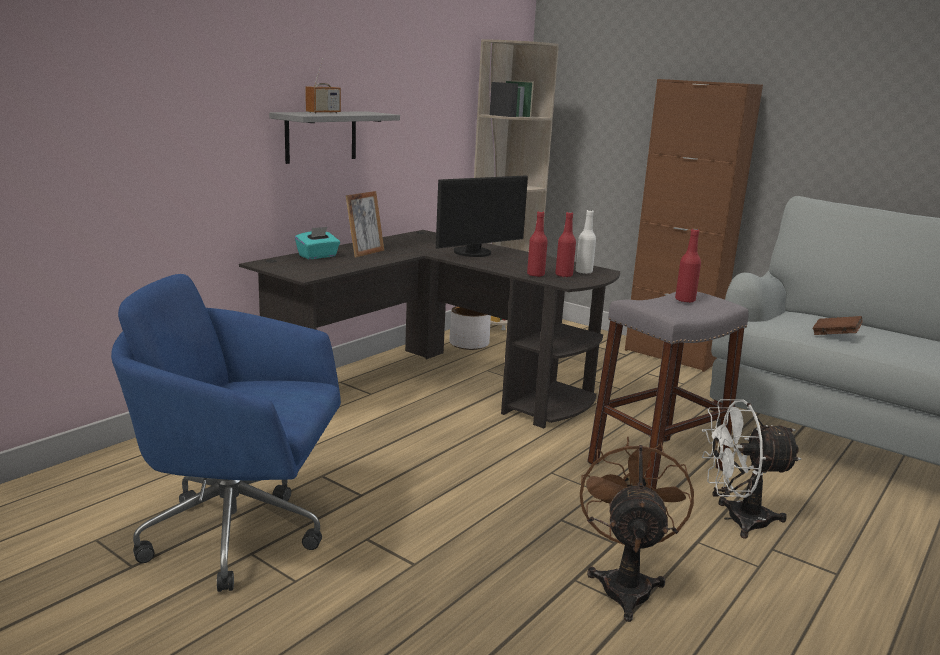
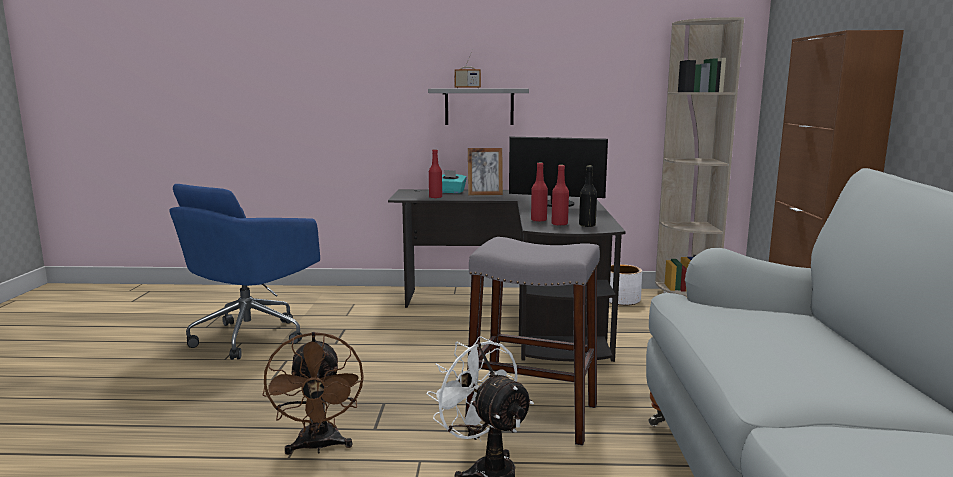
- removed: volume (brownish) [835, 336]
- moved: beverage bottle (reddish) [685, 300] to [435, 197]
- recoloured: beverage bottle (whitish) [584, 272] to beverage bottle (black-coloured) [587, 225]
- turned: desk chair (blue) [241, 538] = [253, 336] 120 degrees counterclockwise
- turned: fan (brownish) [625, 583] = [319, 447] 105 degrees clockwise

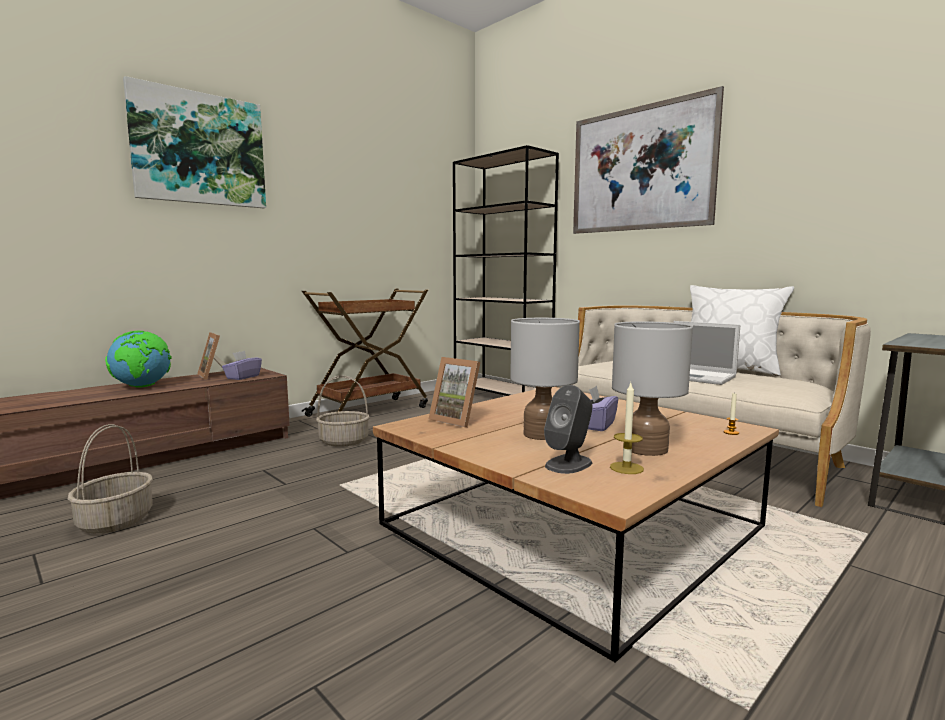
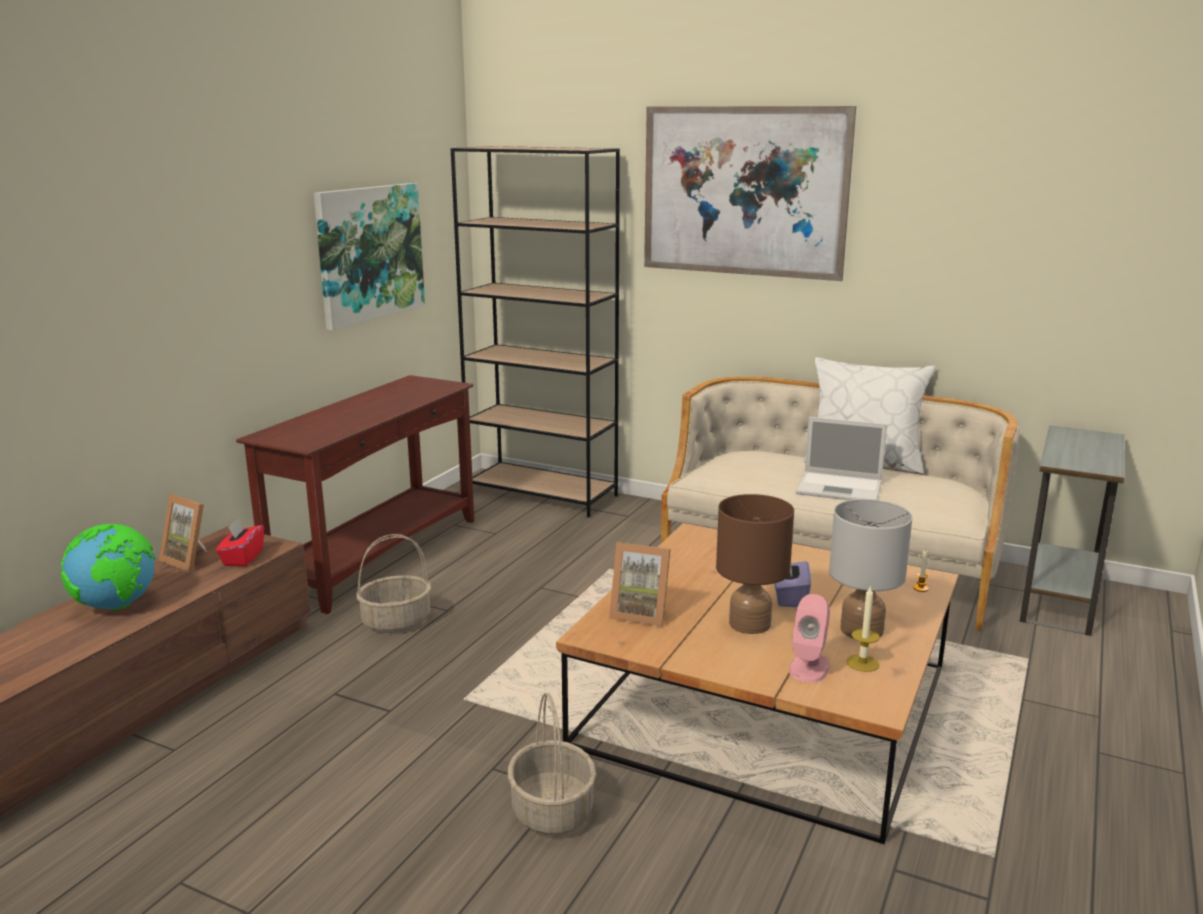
- moved: storage basket [115, 521] to [551, 811]
- moved: wall picture [199, 149] to [369, 253]
- replaced: wheeled cart (brownish) [369, 411] to hall table (brownish) [377, 555]
- recoloured: box of tissues (purple) [242, 377] to box of tissues (reddish) [242, 558]
- recoloured: table lamp (gray) [541, 434] to table lamp (brownish) [749, 624]
- recoloured: audio speaker (gray) [569, 464] to audio speaker (pink) [809, 667]

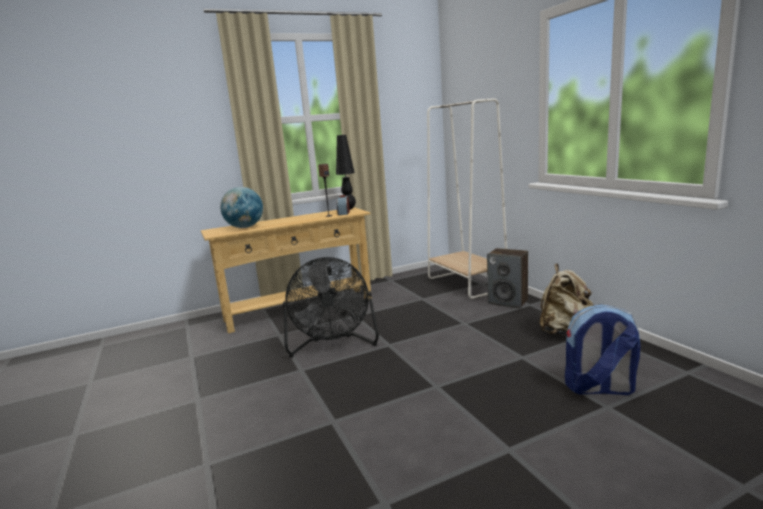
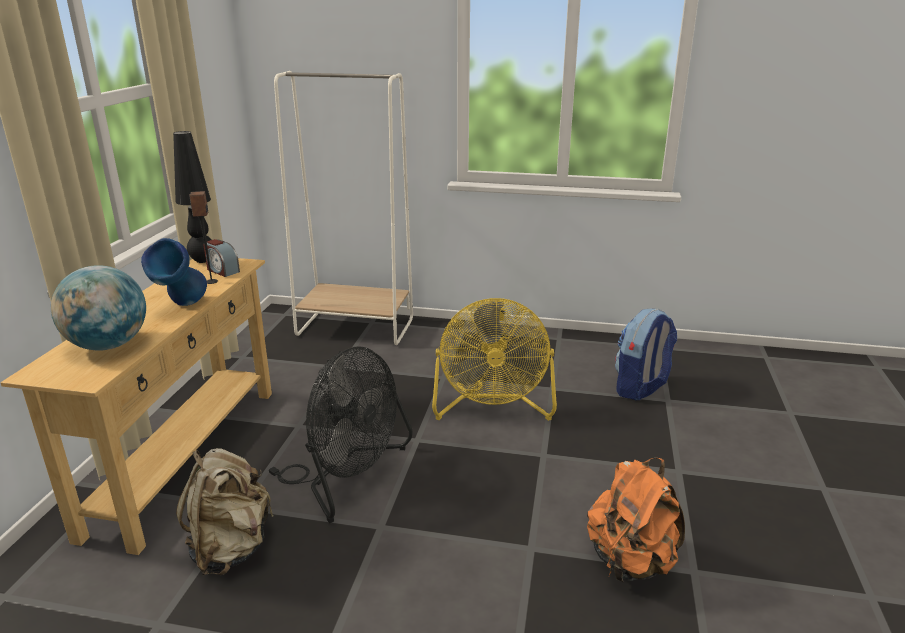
- removed: audio speaker [508, 302]
- added: vase (blue) [182, 307]
- added: fan (yellow) [488, 406]
- added: backpack (orange) [630, 562]
- moved: backpack (sand-coloured) [563, 331] to [231, 548]

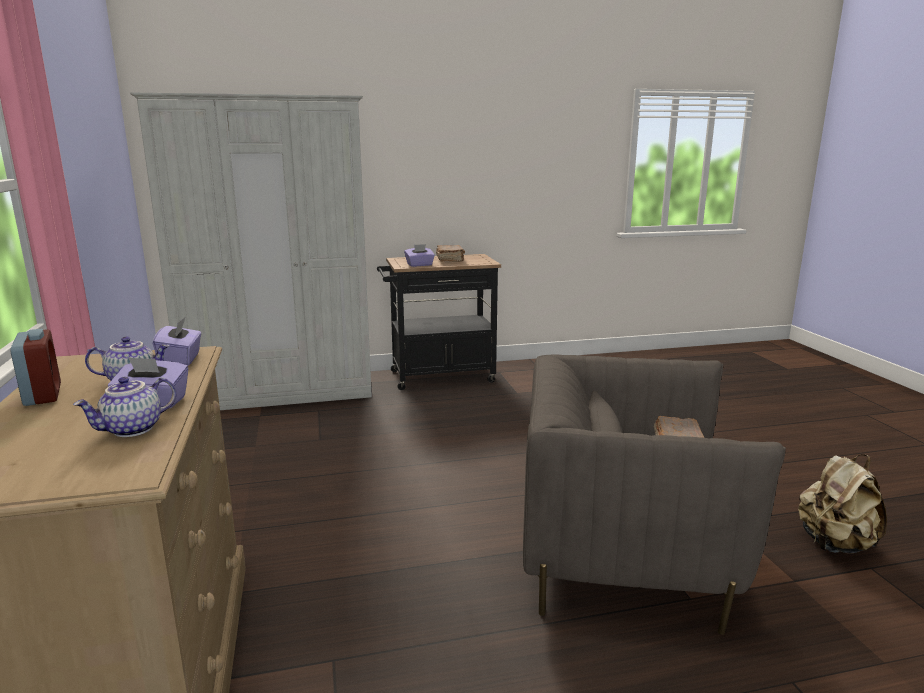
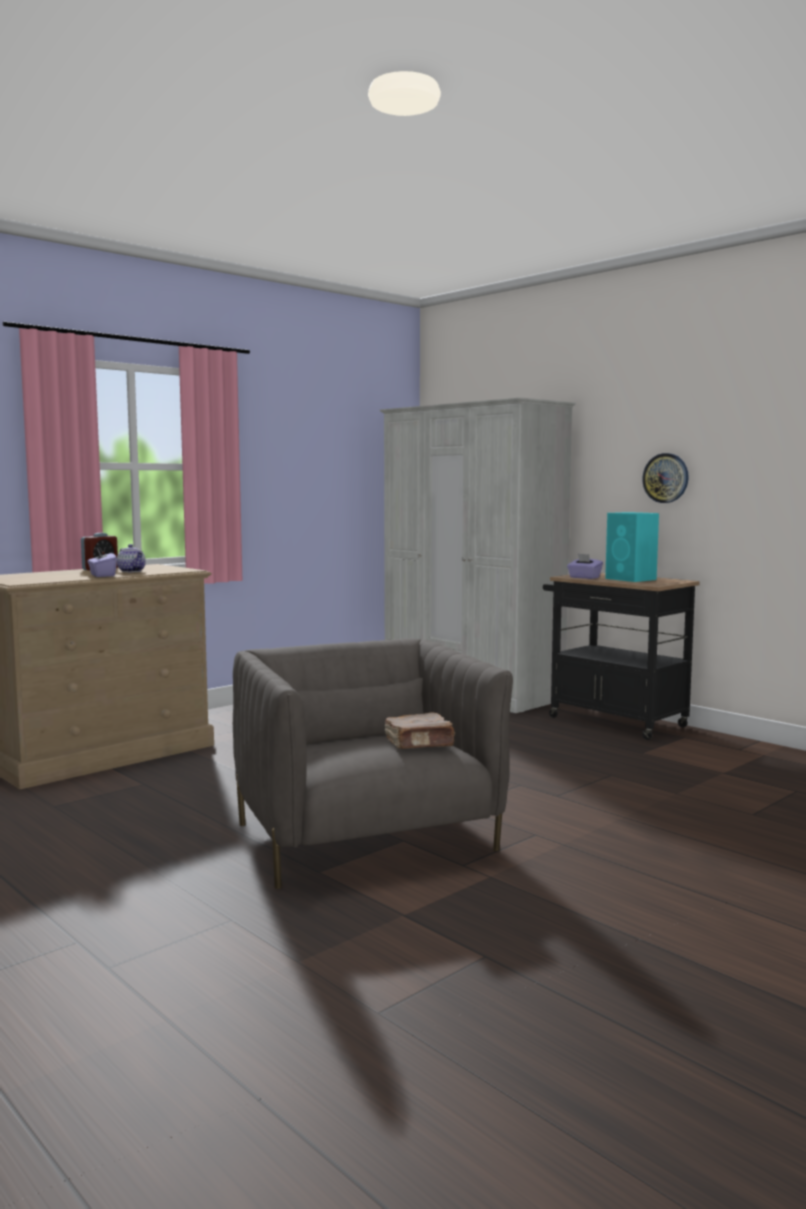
- removed: teapot [132, 430]
- removed: box of tissues (purple) [181, 360]
- removed: backpack (sand-coloured) [834, 544]
- added: wall clock [666, 478]
- replaced: volume (brownish) [450, 260] to audio speaker (turquoise-coloured) [631, 579]

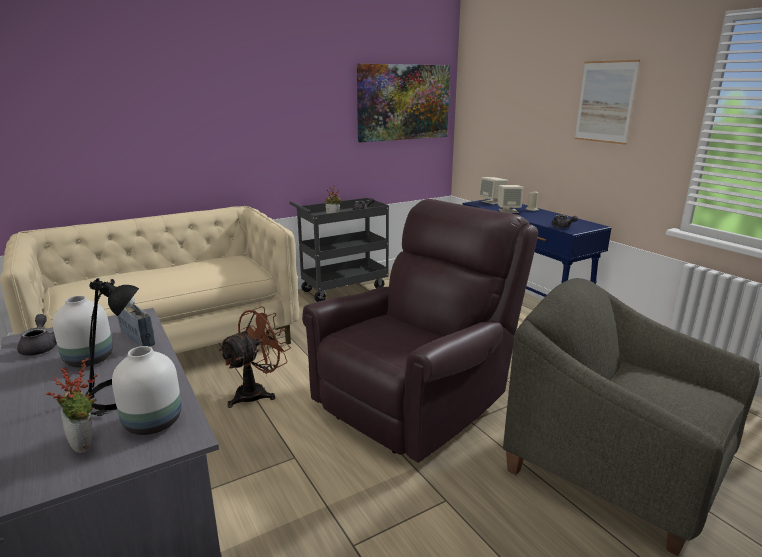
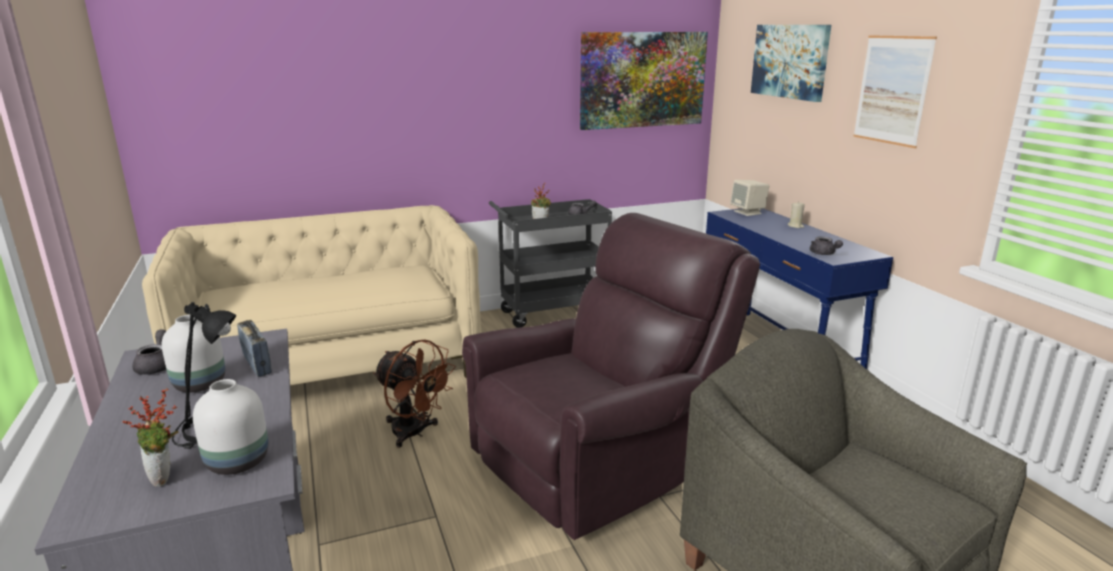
- removed: audio speaker (sand-coloured) [508, 211]
- added: wall picture [790, 61]
- turned: fan (brownish) [257, 392] = [415, 433] 75 degrees clockwise

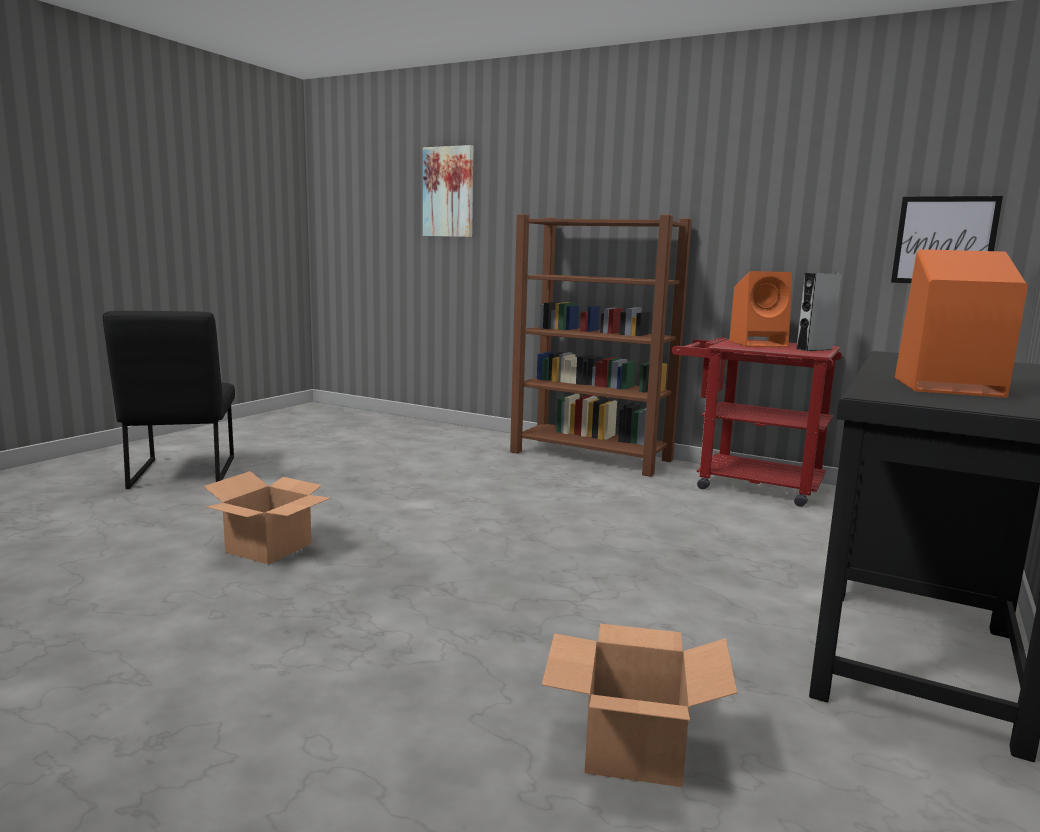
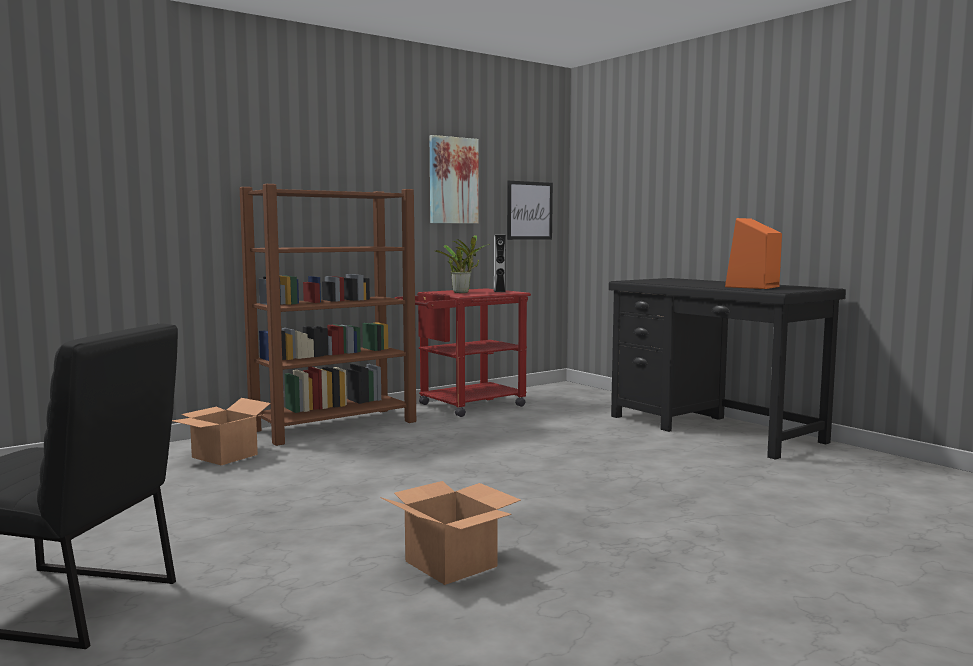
- moved: wall picture [448, 192] to [453, 180]
- moved: carton [634, 748] to [225, 456]
- replaced: audio speaker (orange) [759, 344] to potted plant [462, 292]

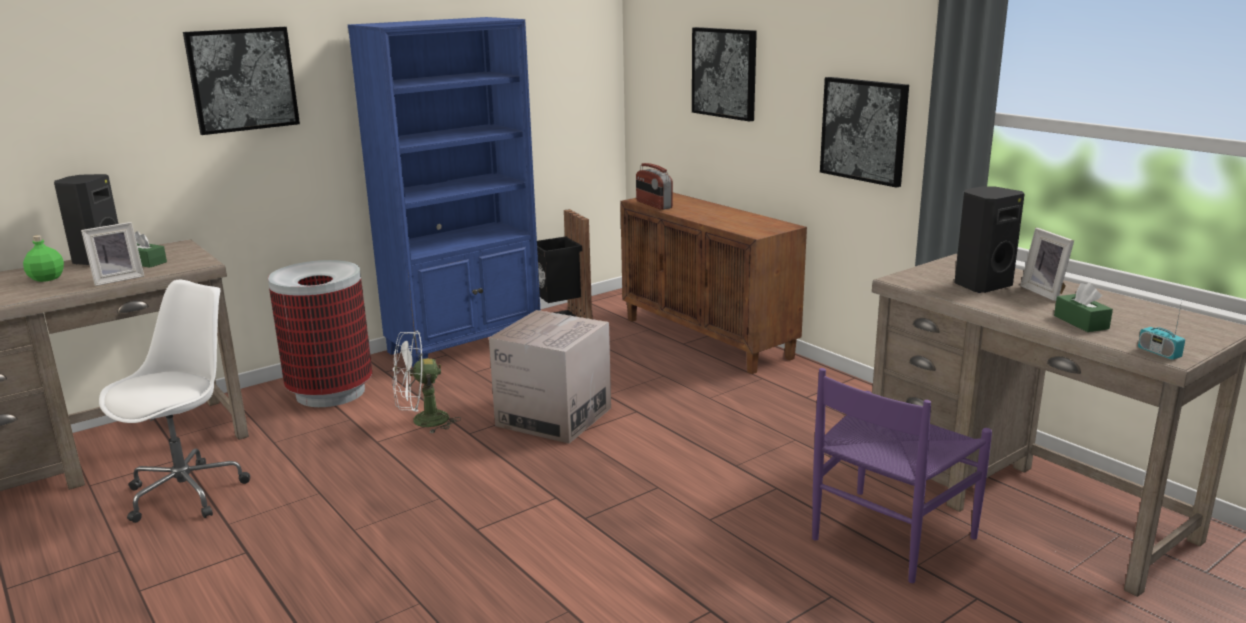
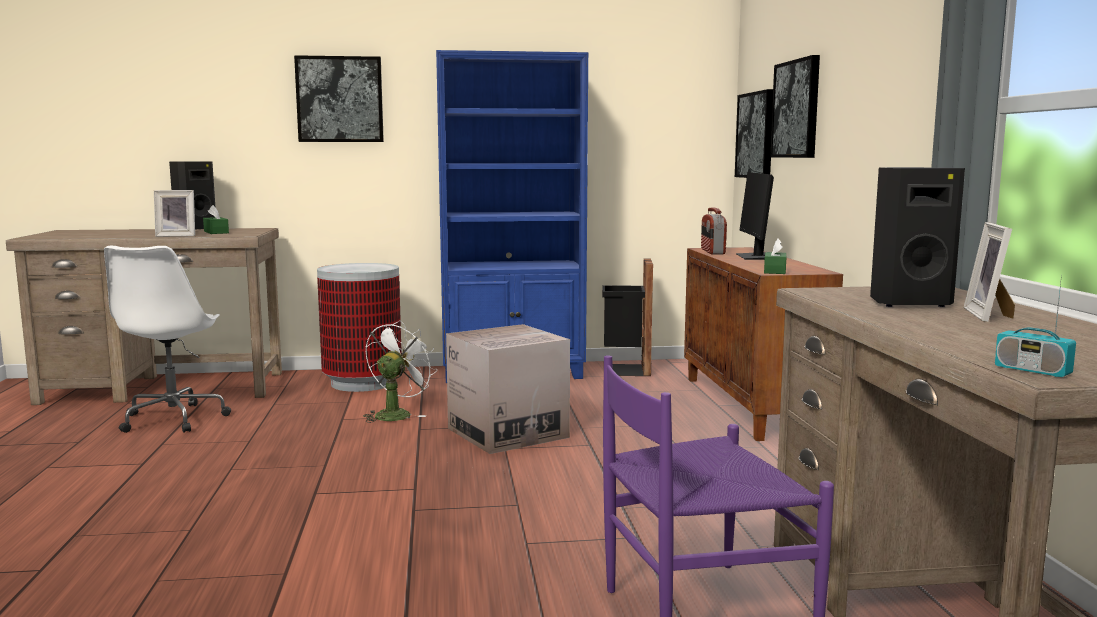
- removed: beverage bottle (greenish) [47, 278]
- added: computer screen [757, 257]
- moved: wall picture [864, 130] to [756, 135]
- moved: box of tissues (greenish) [1081, 322] to [774, 271]
- turned: desk chair (whitish) [188, 493] = [172, 420] 120 degrees clockwise
- turned: fan (whitish) [422, 422] = [396, 414] 105 degrees clockwise
- turned: radio [1159, 353] = [1032, 371] 45 degrees counterclockwise

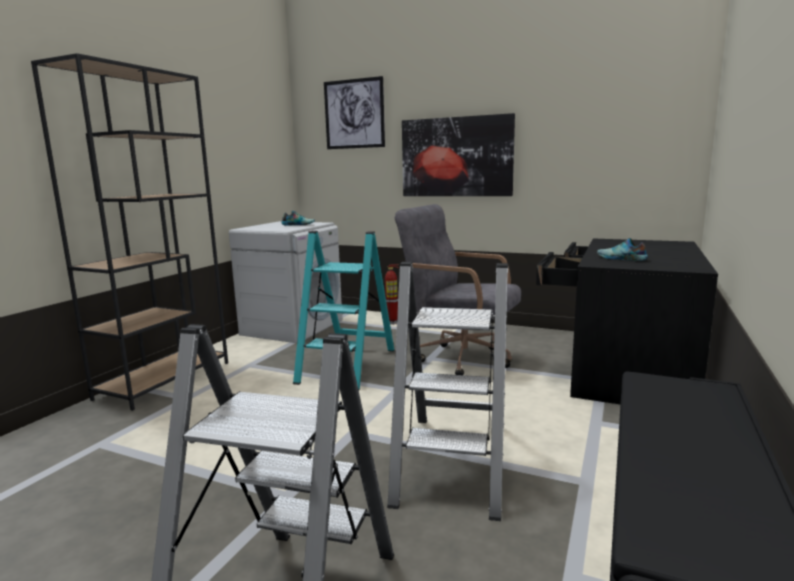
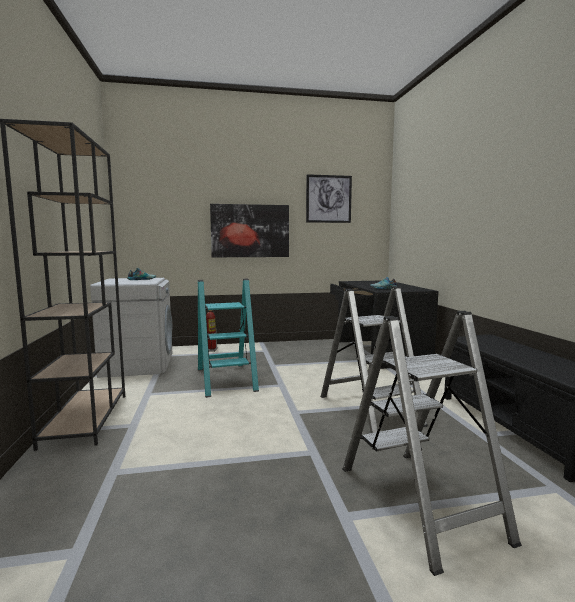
- removed: desk chair (gray) [459, 359]
- moved: wall picture [354, 114] to [328, 199]

